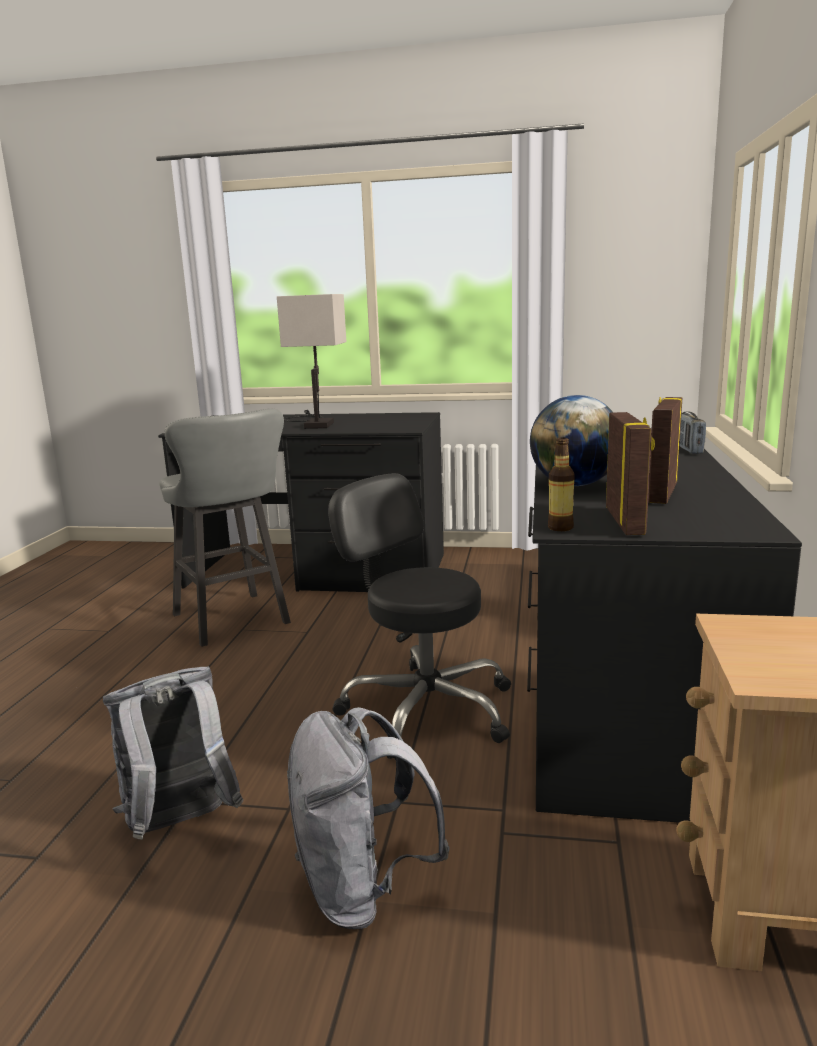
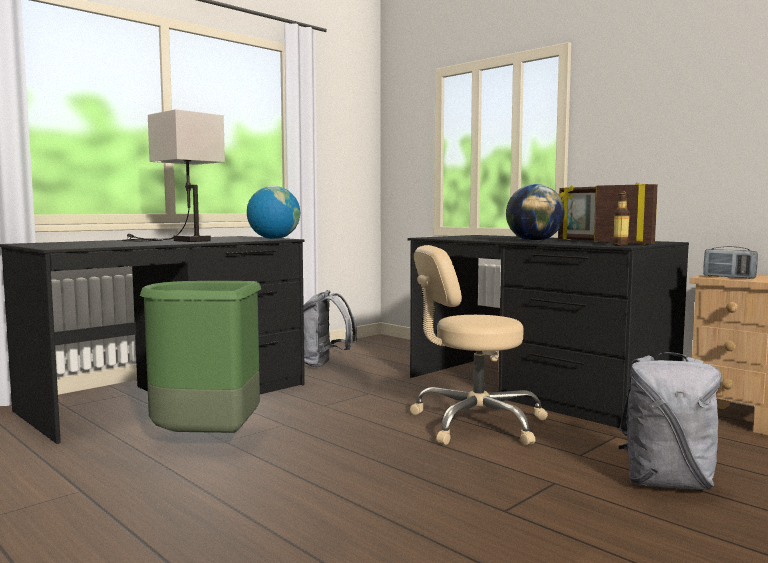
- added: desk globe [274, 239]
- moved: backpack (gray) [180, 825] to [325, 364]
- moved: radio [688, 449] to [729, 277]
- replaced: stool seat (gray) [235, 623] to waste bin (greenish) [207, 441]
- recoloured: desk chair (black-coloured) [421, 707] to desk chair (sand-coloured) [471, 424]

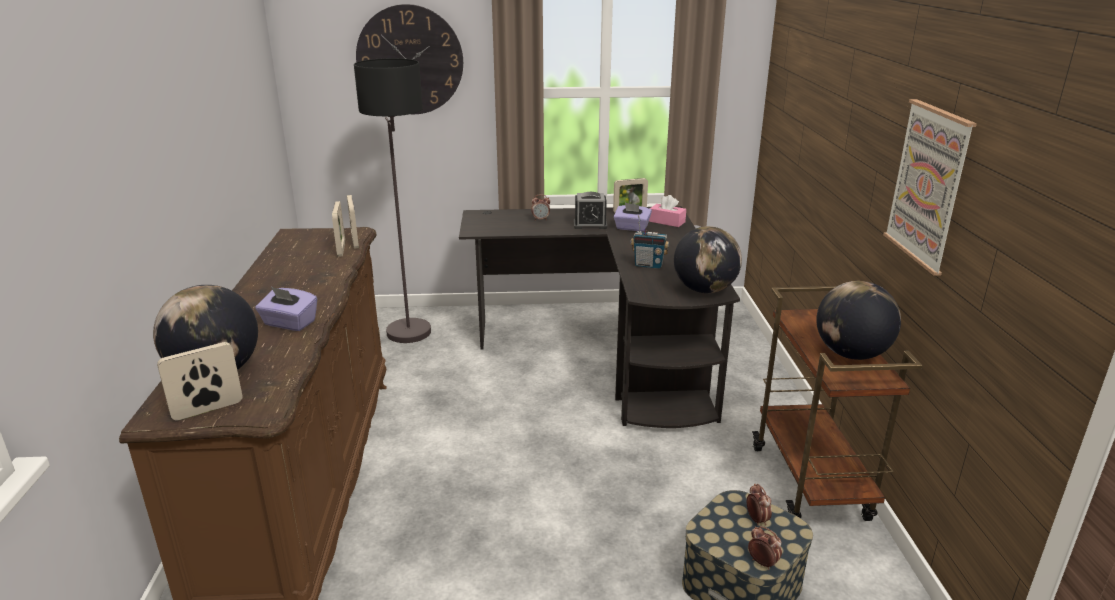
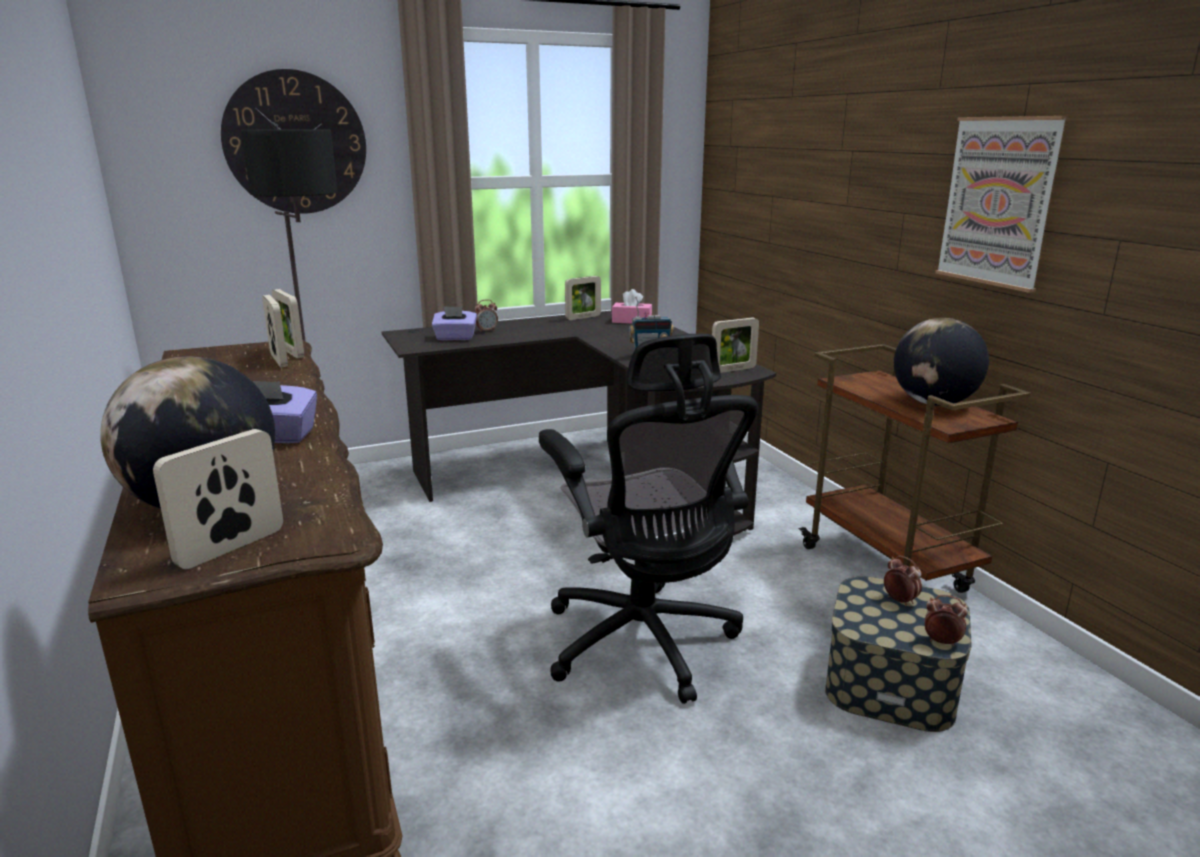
- removed: alarm clock [590, 224]
- added: desk chair [642, 642]
- moved: box of tissues (purple) [631, 228] to [455, 338]
- replaced: desk globe [705, 290] to standing frame [733, 370]

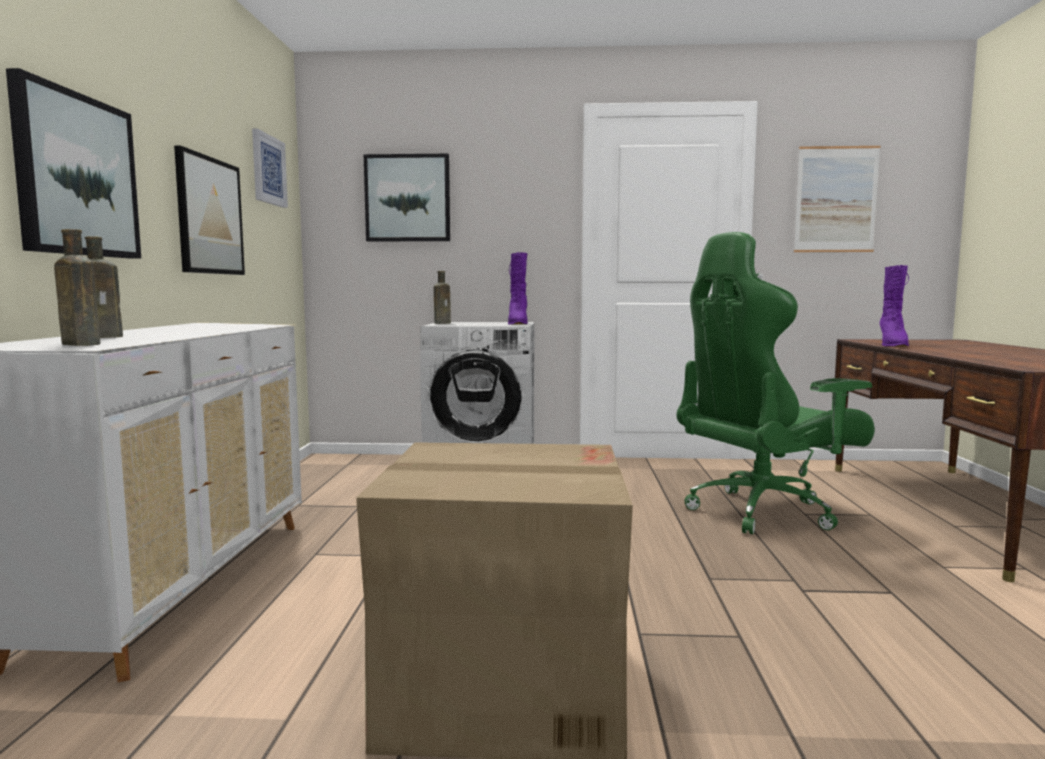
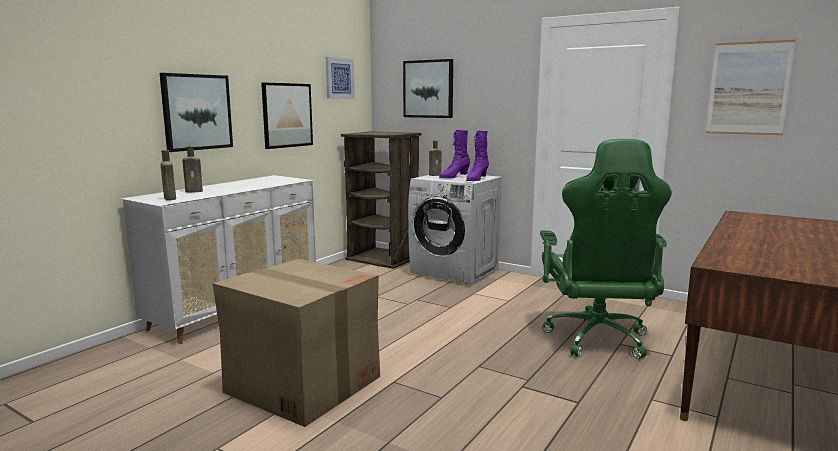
- added: bookcase (brownish) [383, 258]
- moved: tall boot (purple) [892, 345] to [454, 177]
- turned: desk chair (greenish) [766, 511] = [594, 336] 90 degrees counterclockwise

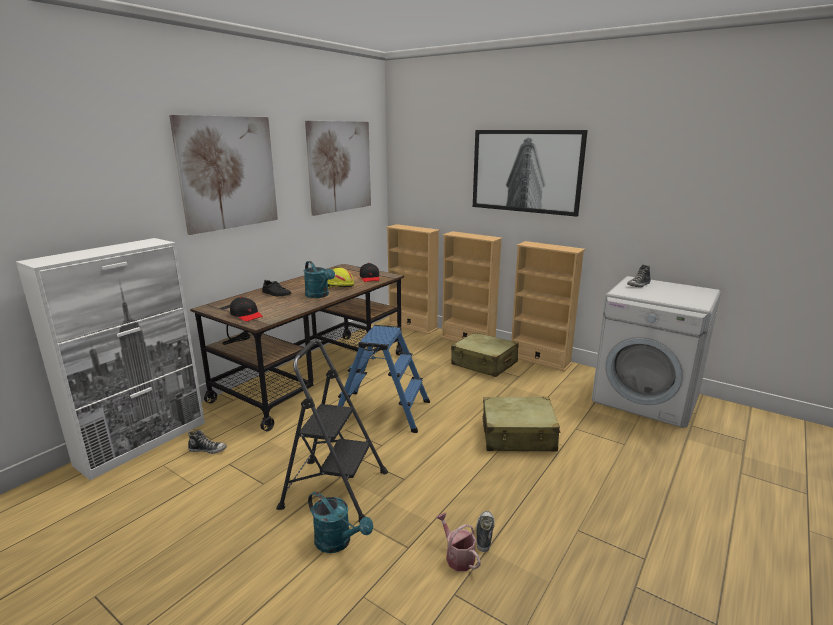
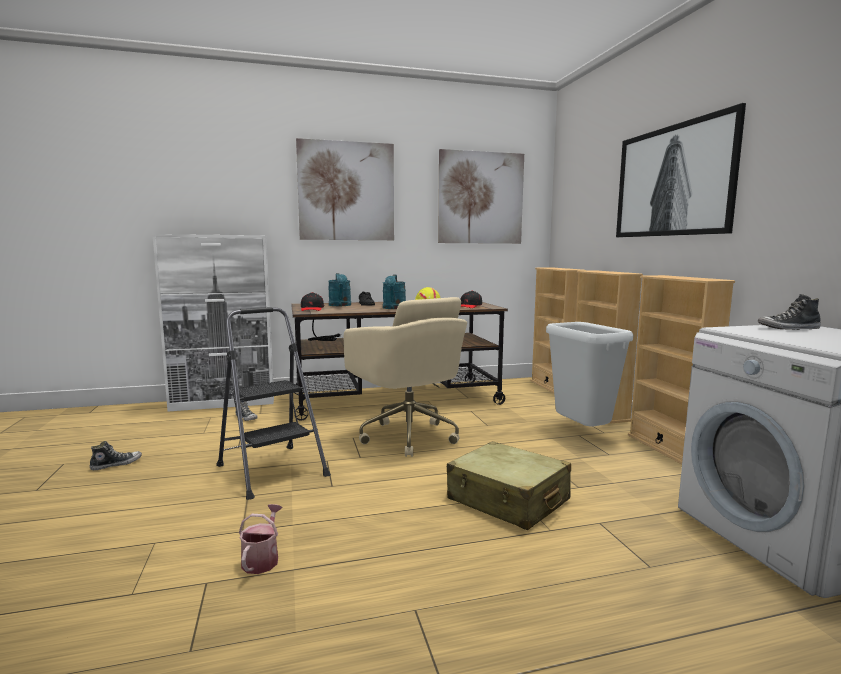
- moved: watering pot (turquoise-coloured) [338, 542] to [340, 305]
- moved: shoe [484, 534] to [116, 464]
- replaced: step ladder (blue) [382, 411] to desk chair (sand-coloured) [406, 436]
- replaced: piece of luggage (sand-coloured) [484, 364] to waste bin (gray) [582, 433]

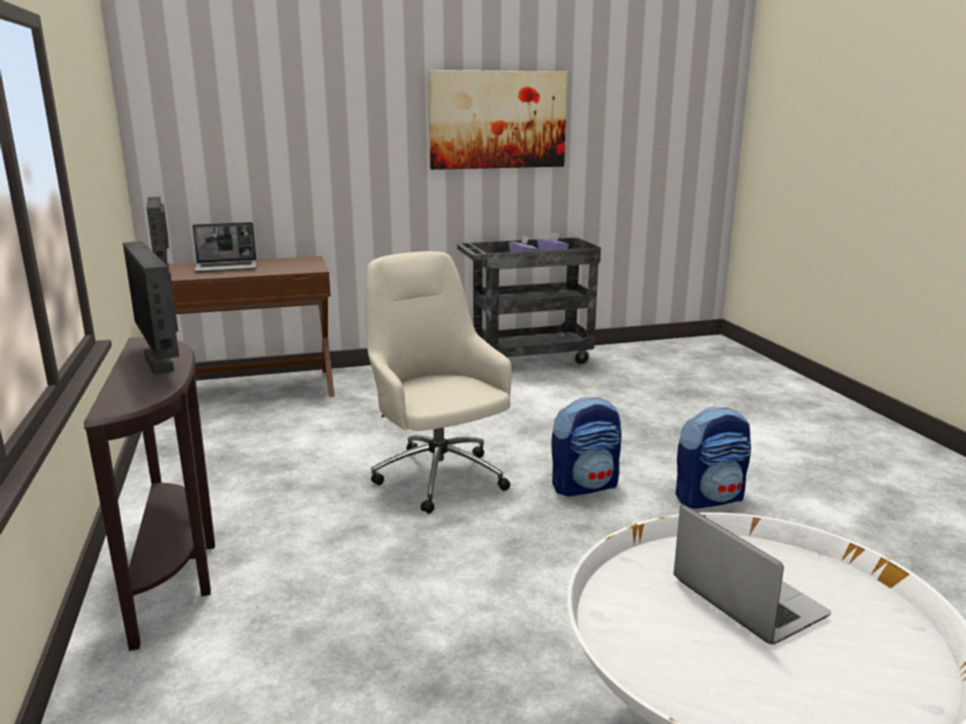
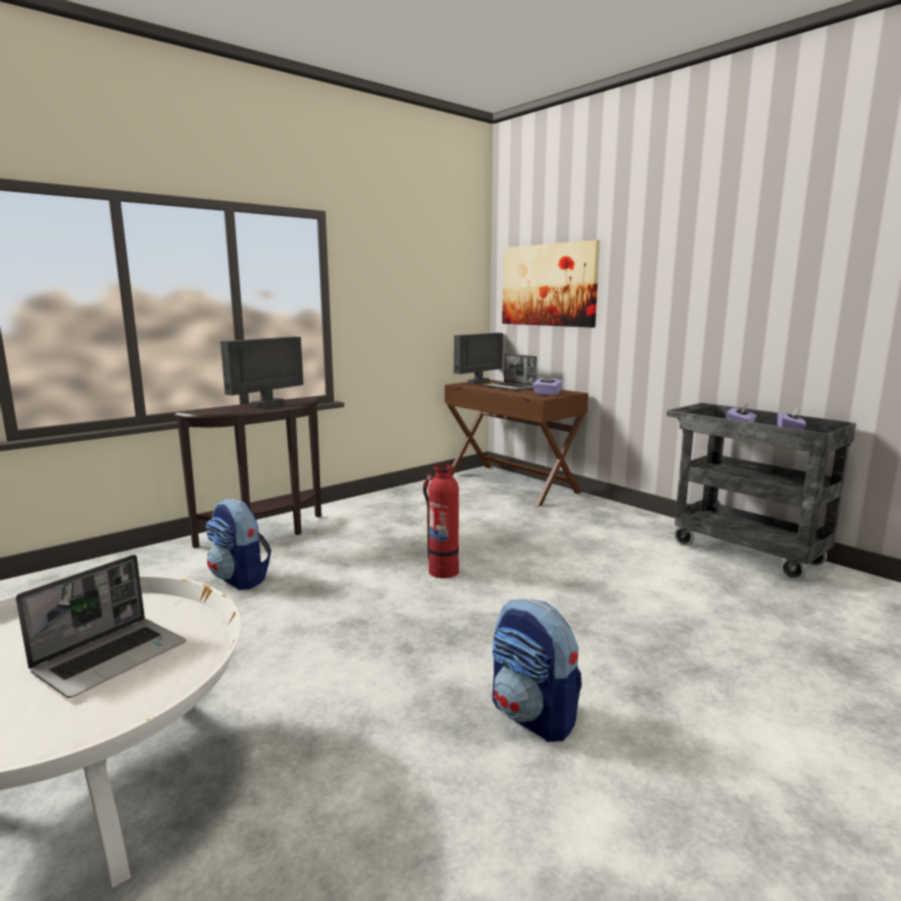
- added: box of tissues (purple) [546, 394]
- moved: wall picture [498, 120] to [548, 285]
- moved: backpack [585, 486] to [240, 579]
- replaced: desk chair (sand-coloured) [439, 477] to fire extinguisher [443, 571]

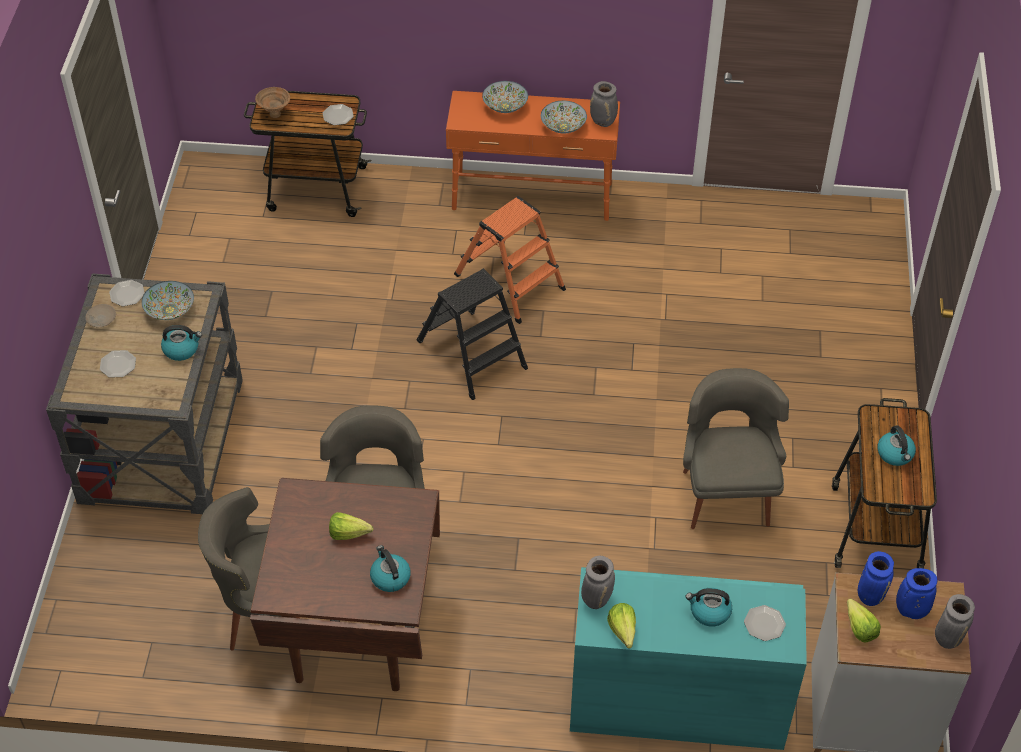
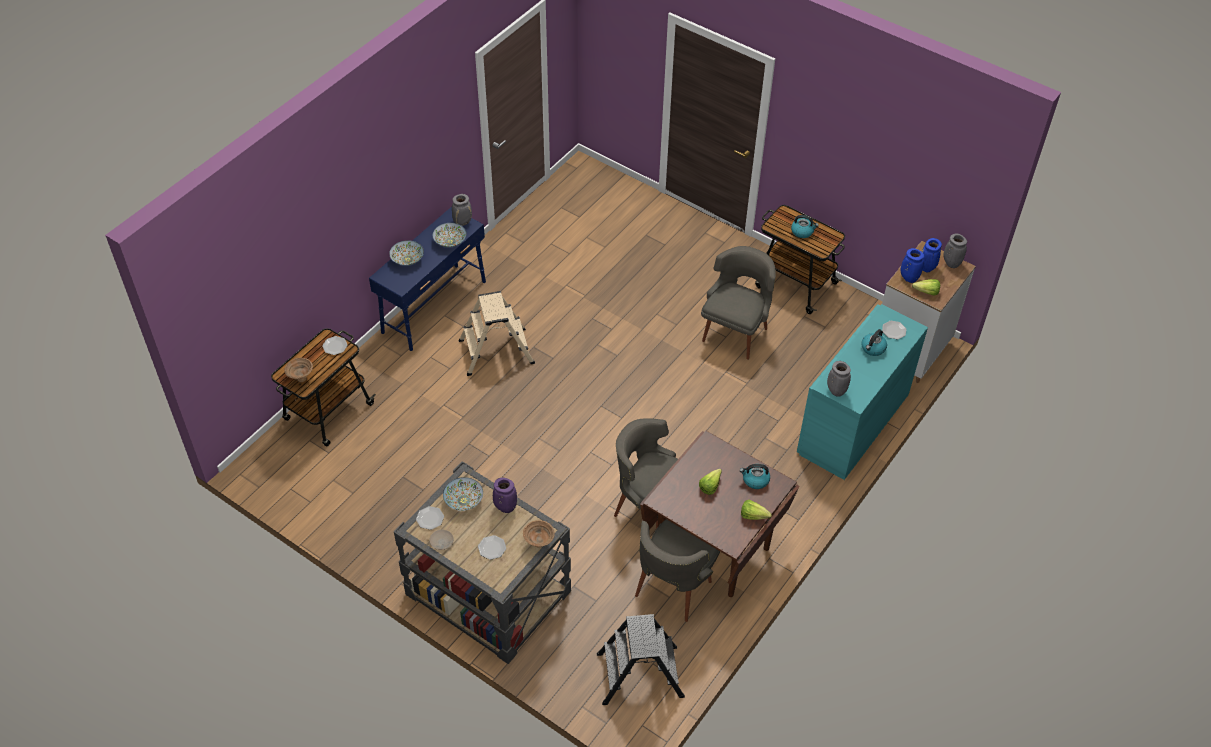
- added: serving bowl (brownish) [539, 543]
- moved: step ladder (black-coloured) [471, 354] to [640, 675]
- moved: lettuce [622, 634] to [755, 517]
- replaced: kettle [182, 349] to vase (purple) [505, 507]
- recoloured: hall table (orange) [532, 197] to hall table (blue) [435, 307]
- recoloured: step ladder (orange) [509, 281] to step ladder (sand-coloured) [496, 351]
- turned: upright chair (gray) [725, 499] = [734, 335] 90 degrees clockwise

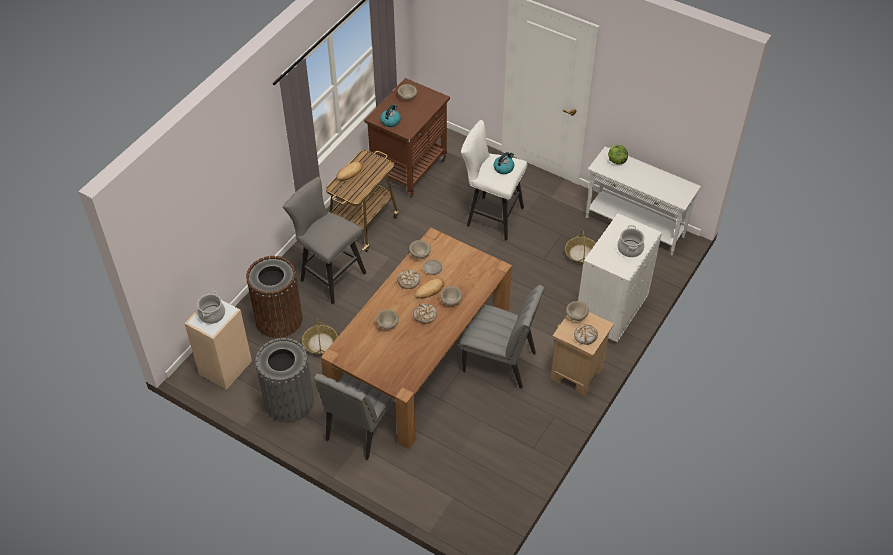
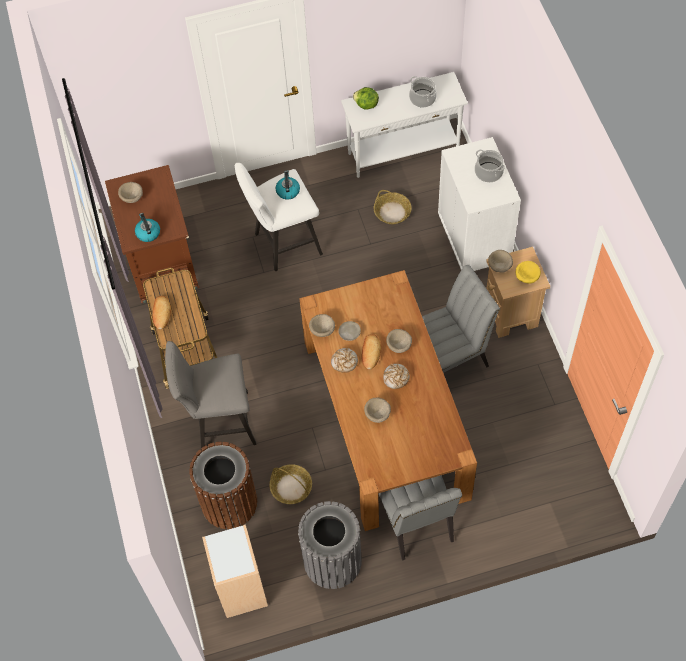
- moved: cooking pot [212, 314] to [422, 98]
- replaced: bread [585, 336] to serving bowl (yellow) [526, 276]

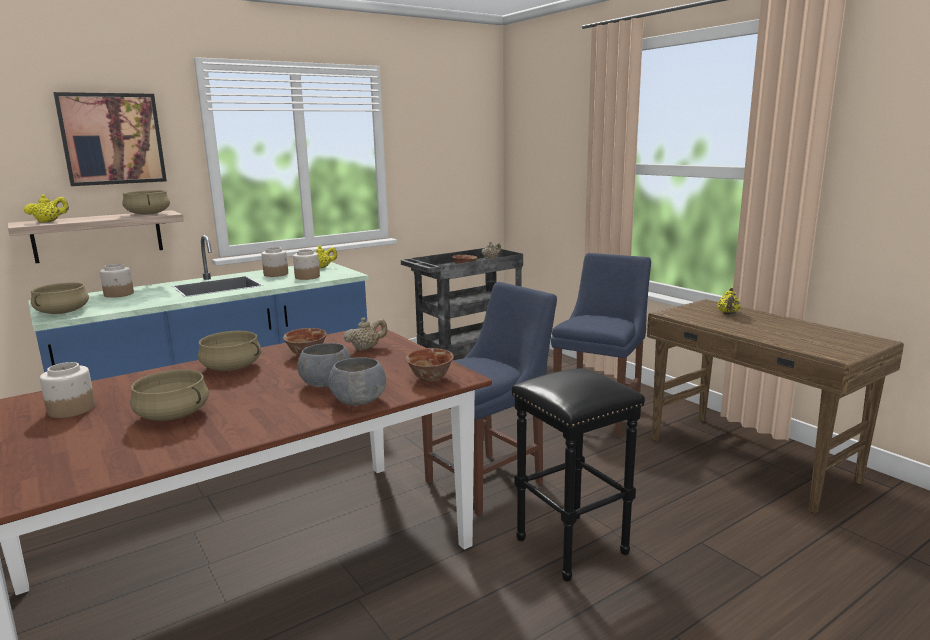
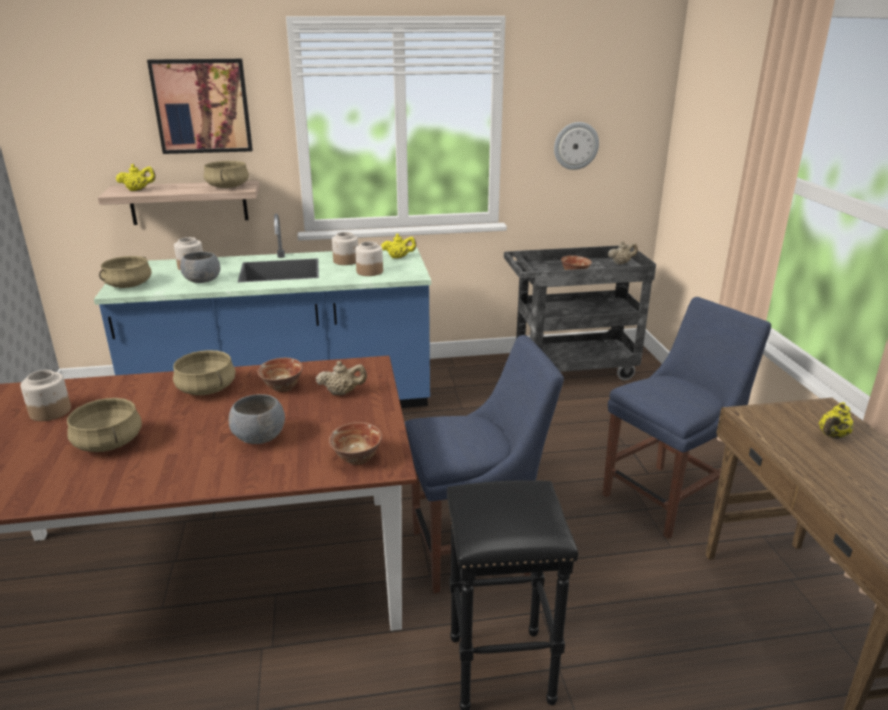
- added: wall clock [575, 145]
- moved: serving bowl (gray) [359, 401] to [203, 281]

